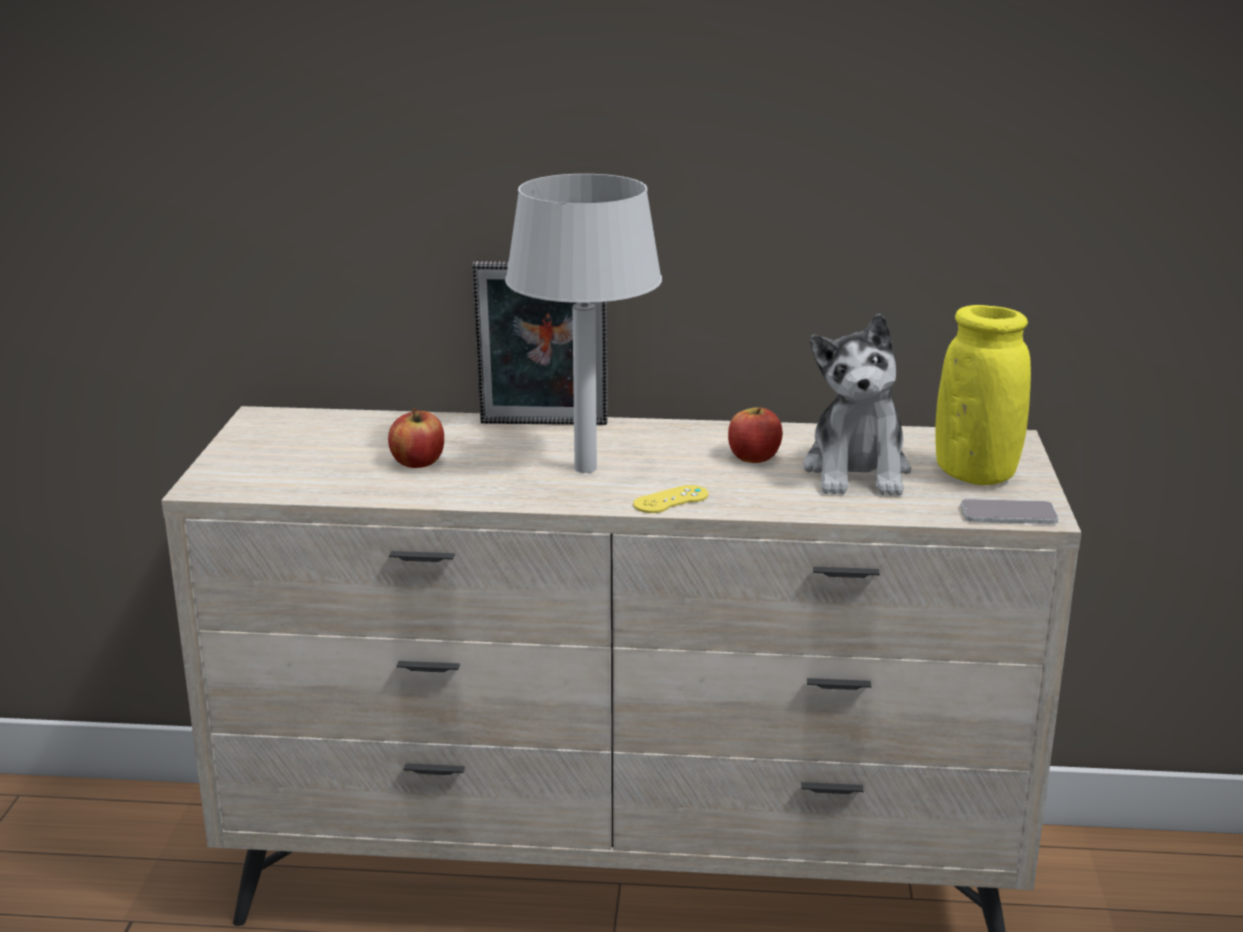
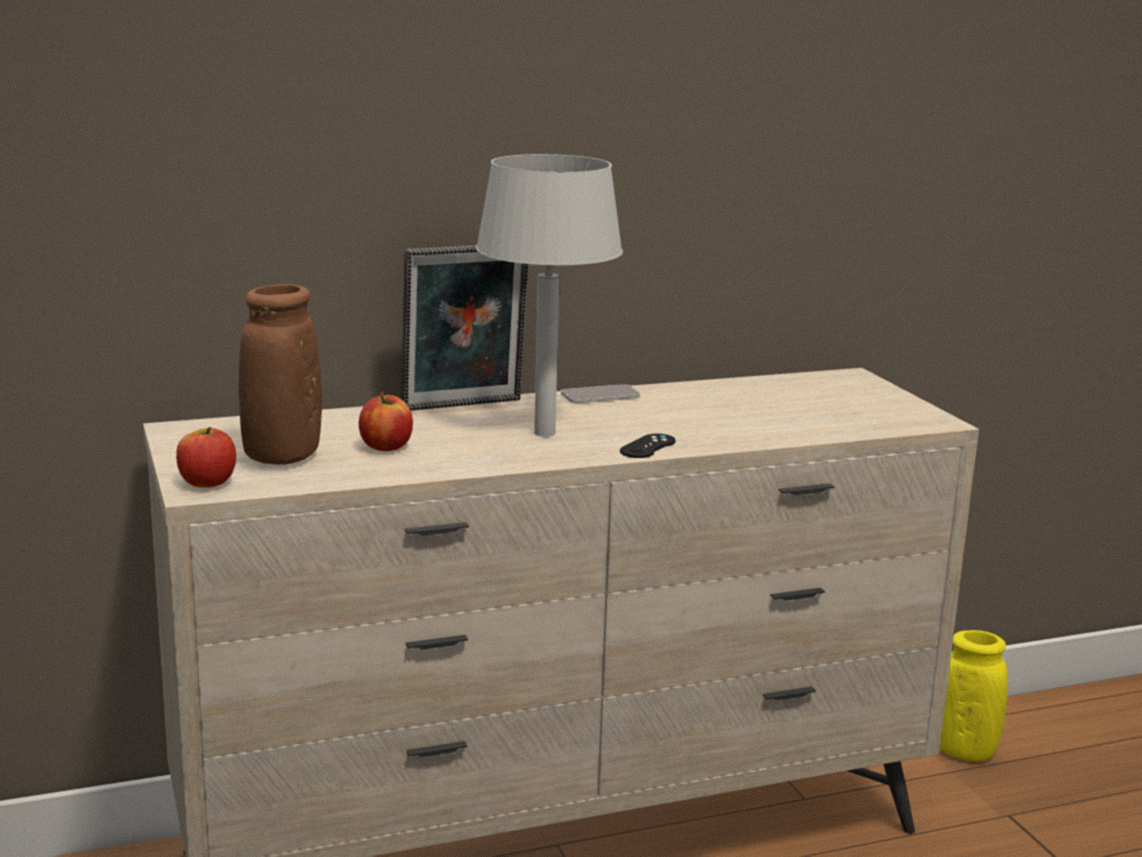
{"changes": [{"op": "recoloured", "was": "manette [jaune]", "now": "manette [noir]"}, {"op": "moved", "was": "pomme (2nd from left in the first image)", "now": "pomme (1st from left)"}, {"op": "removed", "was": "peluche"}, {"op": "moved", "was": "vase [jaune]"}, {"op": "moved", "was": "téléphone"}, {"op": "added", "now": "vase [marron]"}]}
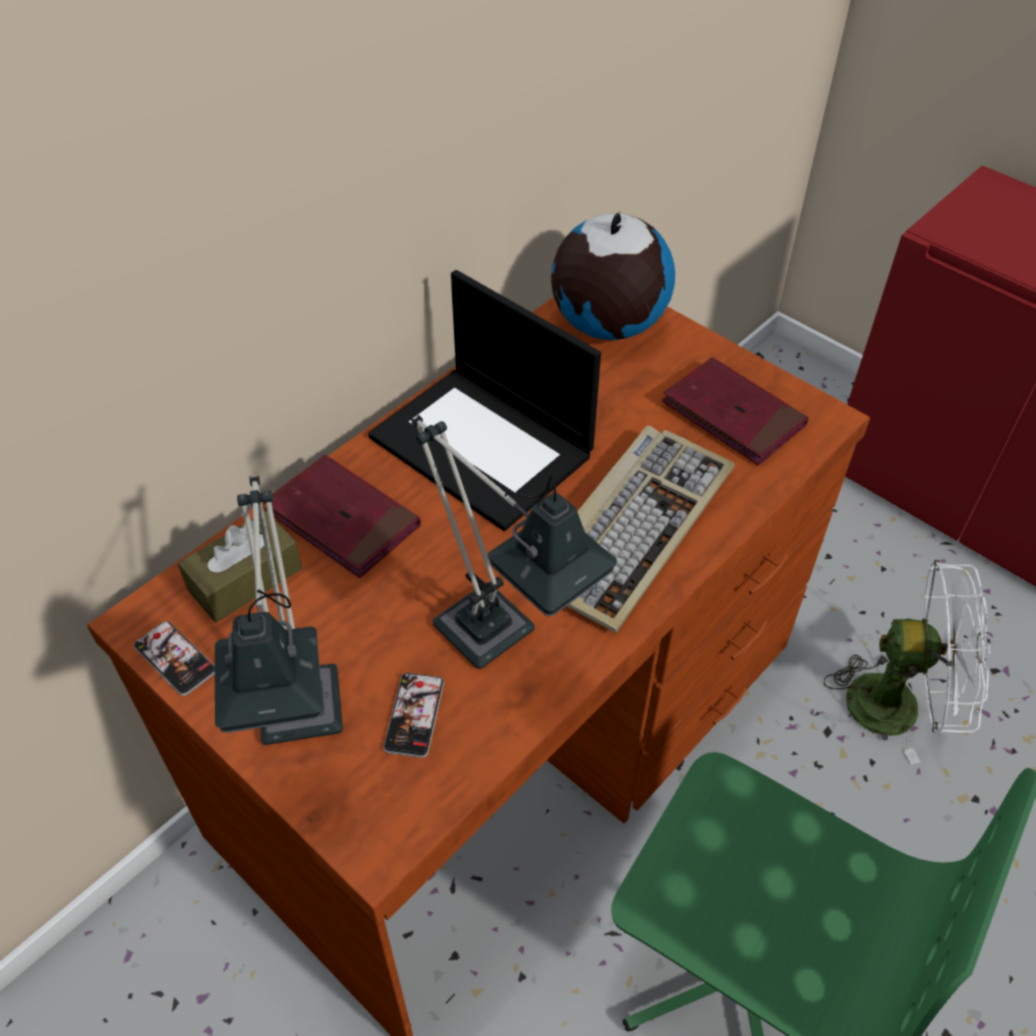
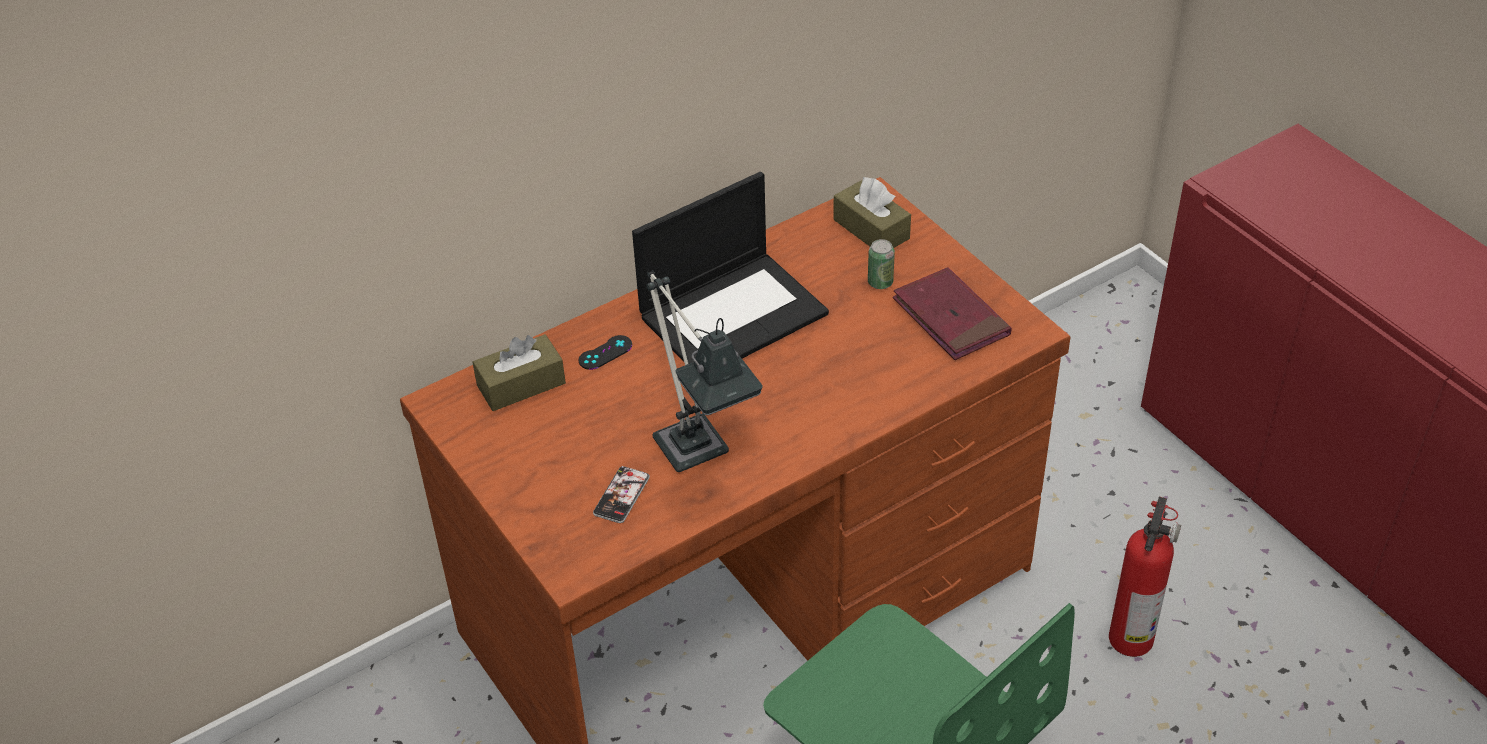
{"changes": [{"op": "removed", "was": "téléphone (1st from left)"}, {"op": "removed", "was": "lampe de table (1st from left)"}, {"op": "replaced", "was": "livre [rouge] (1st from left)", "now": "manette [noir]"}, {"op": "turned", "was": "ordinateur portable", "clockwise": -90}, {"op": "replaced", "was": "globe", "now": "boîte à mouchoirs [marron] (2nd from left)"}, {"op": "removed", "was": "clavier"}, {"op": "replaced", "was": "ventilateur [blanc]", "now": "extincteur"}, {"op": "added", "now": "boîte métallique"}]}
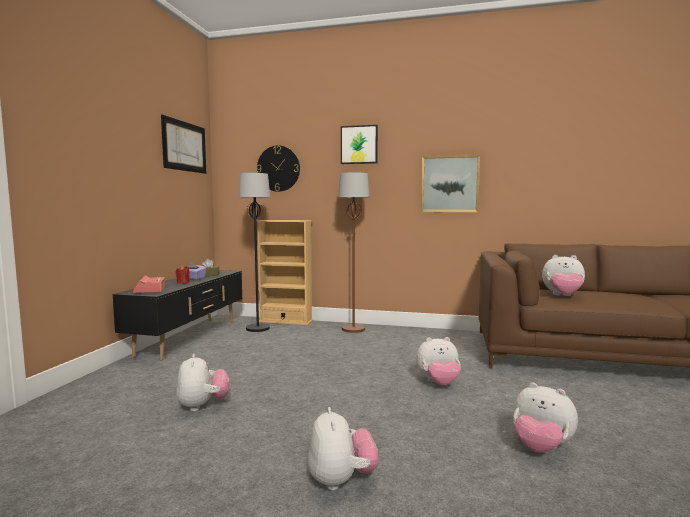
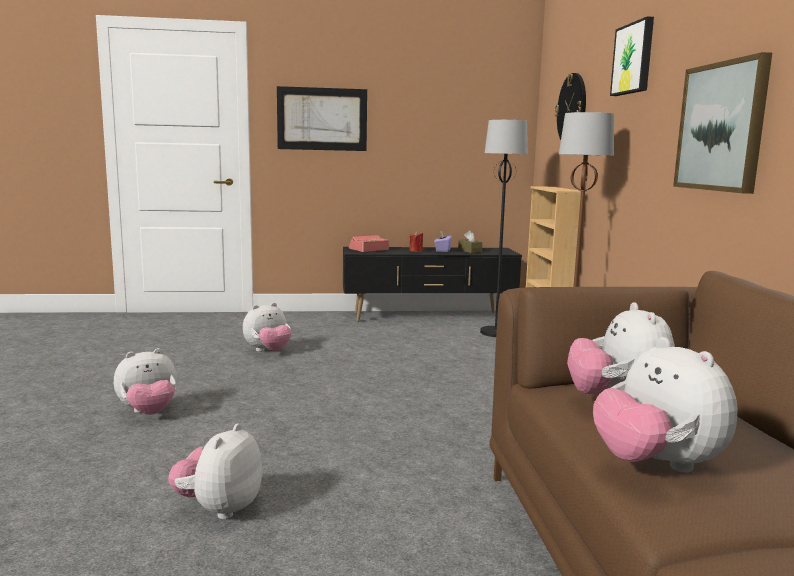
{"changes": [{"op": "moved", "was": "tableau (1st from left)"}, {"op": "moved", "was": "peluche (3rd from left in the first image)", "now": "peluche (5th from left)"}]}
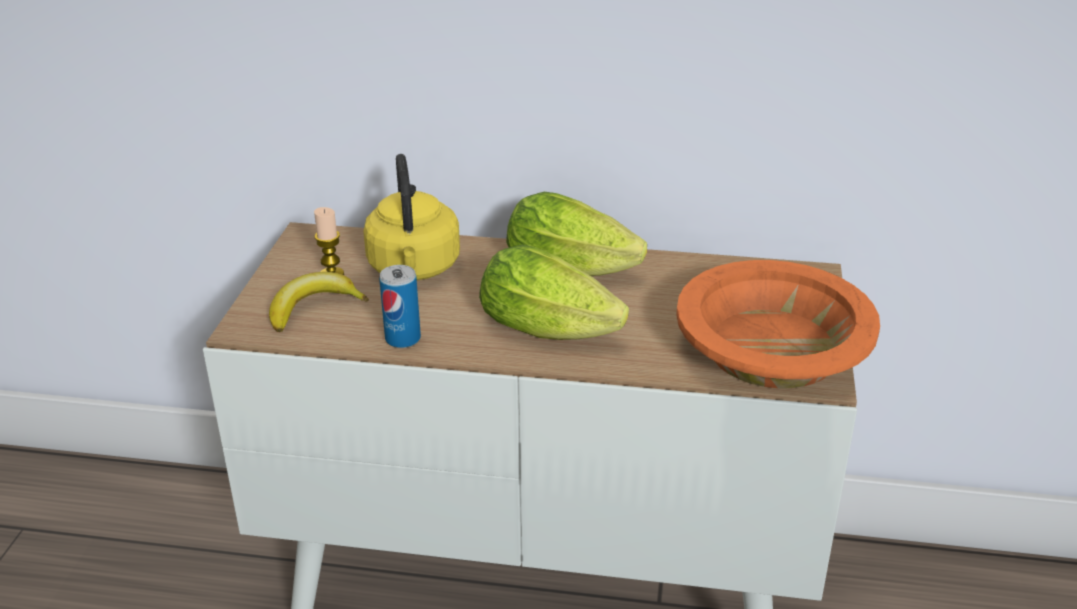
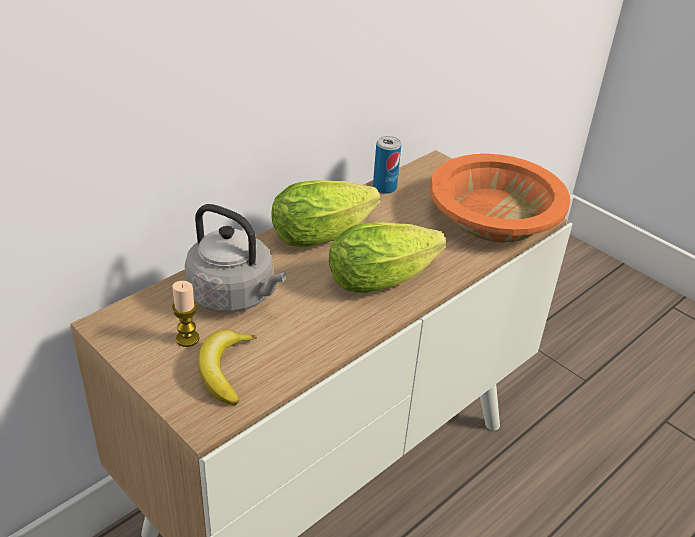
{"changes": [{"op": "recoloured", "was": "bouilloire [jaune]", "now": "bouilloire [gris]"}, {"op": "moved", "was": "boîte métallique"}]}
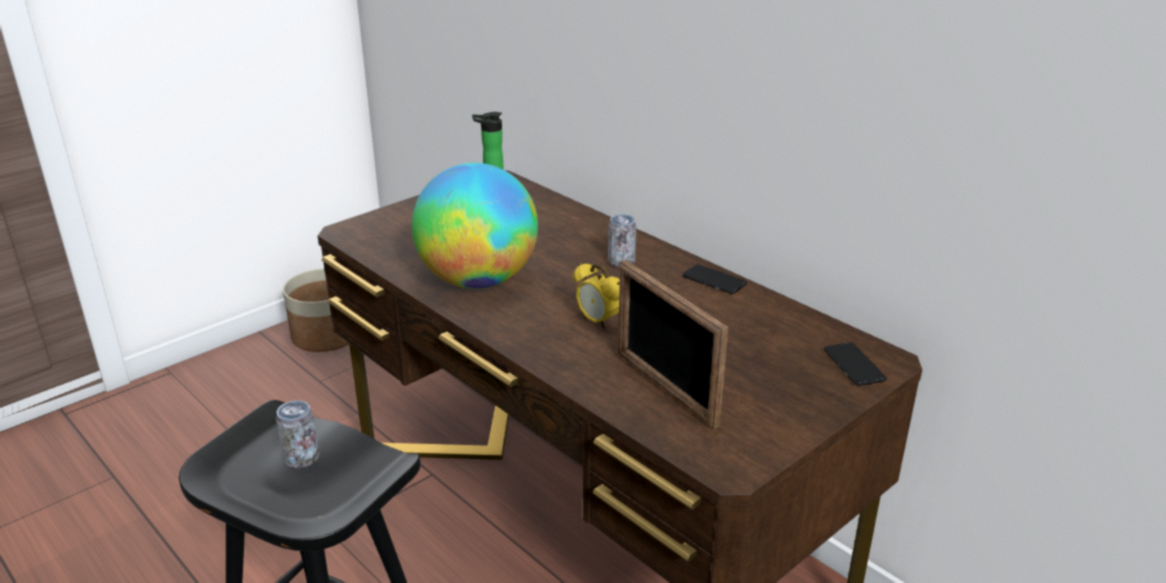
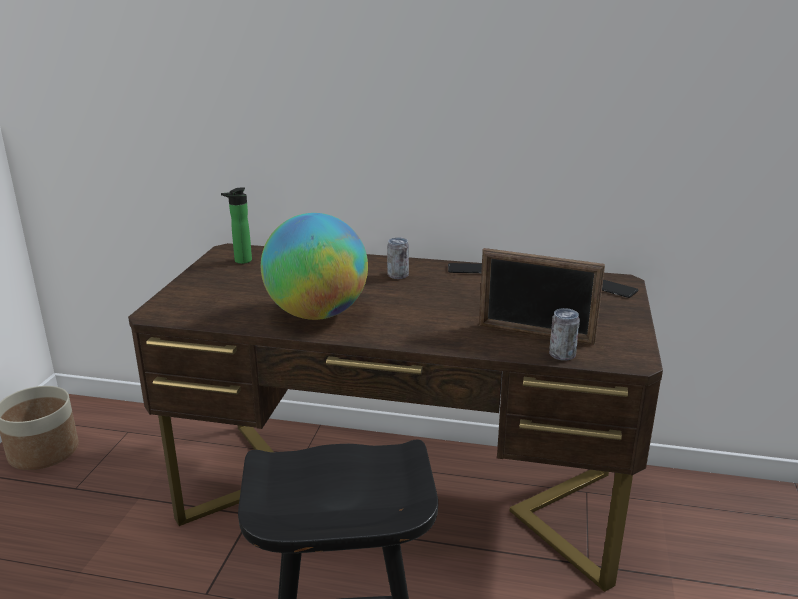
{"changes": [{"op": "moved", "was": "boîte métallique (1st from left in the first image)", "now": "boîte métallique (2nd from left)"}, {"op": "removed", "was": "réveil"}]}
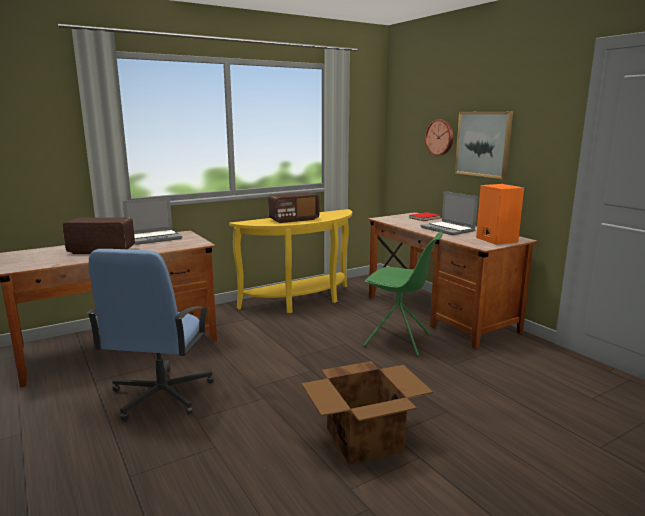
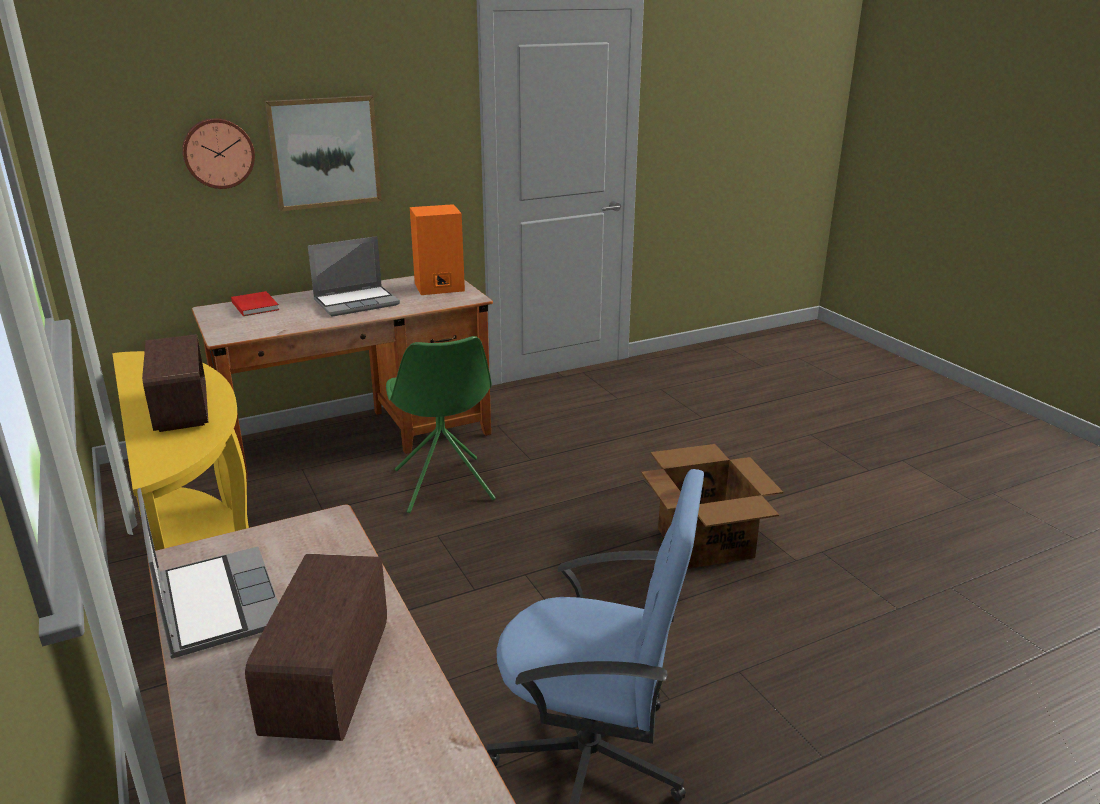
{"changes": [{"op": "turned", "was": "chaise [vert]", "clockwise": 135}]}
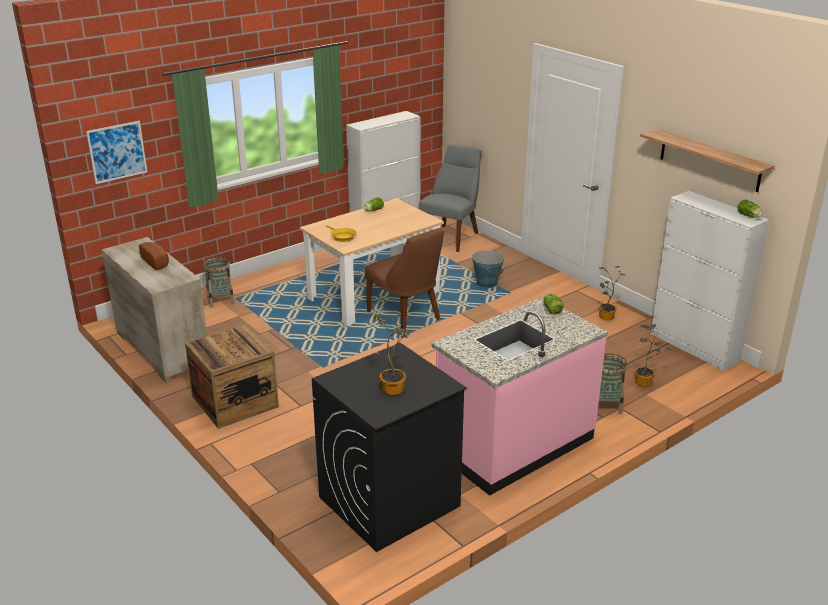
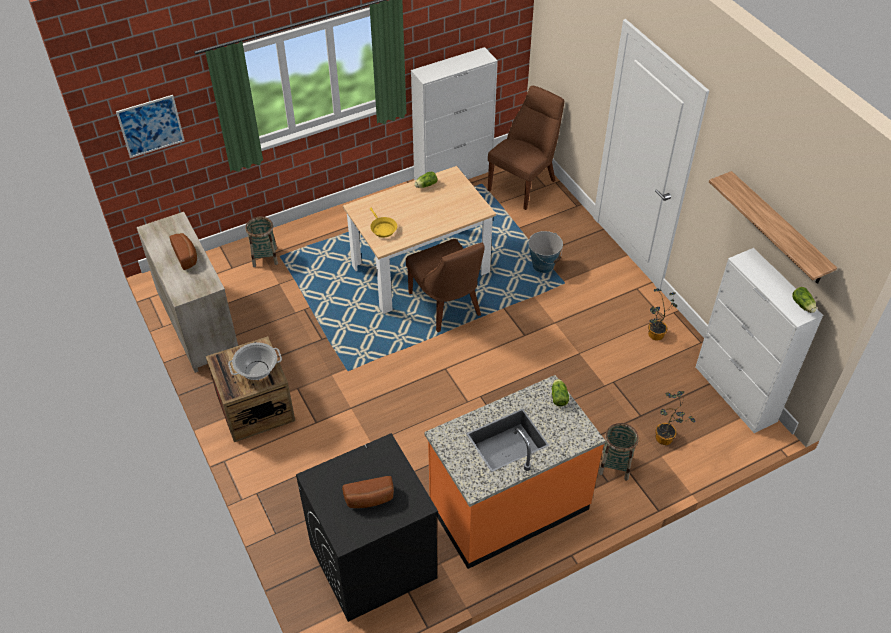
{"changes": [{"op": "replaced", "was": "plante en pot (1st from left)", "now": "pain (2nd from left)"}, {"op": "recoloured", "was": "chaise [gris]", "now": "chaise [marron] (2nd from left)"}, {"op": "recoloured", "was": "comptoir de cuisine [rose]", "now": "comptoir de cuisine [orange]"}, {"op": "added", "now": "marmite"}]}
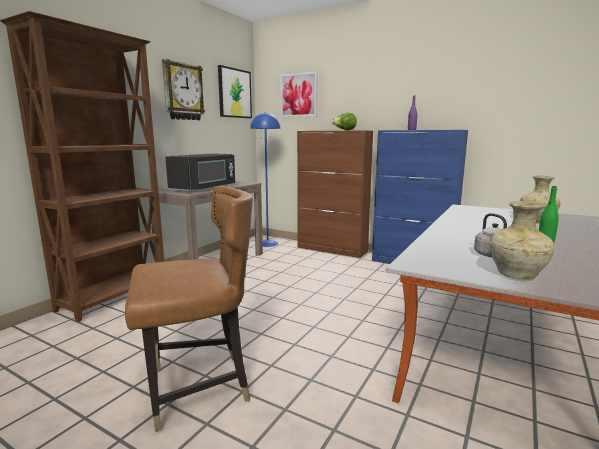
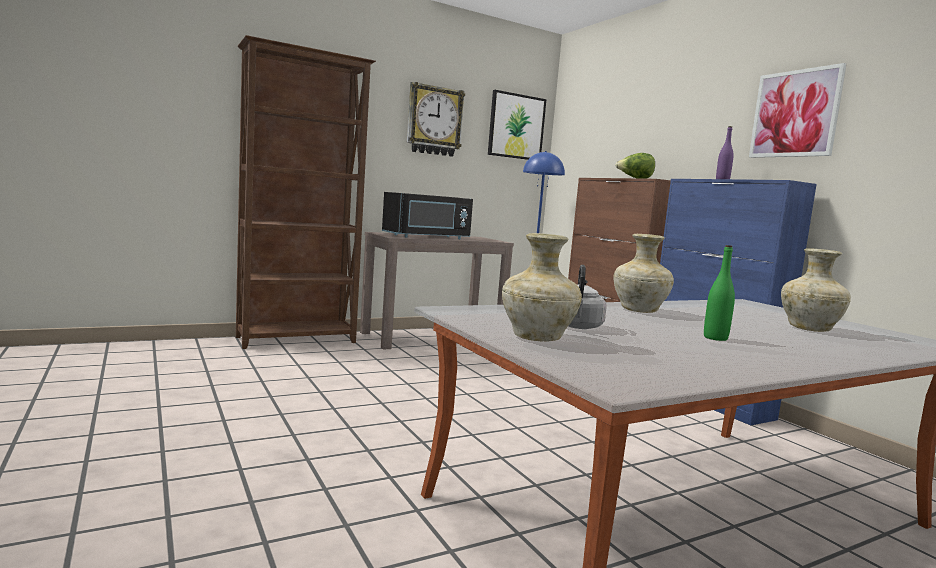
{"changes": [{"op": "removed", "was": "chaise [marron]"}, {"op": "moved", "was": "tableau (2nd from left)"}, {"op": "added", "now": "vase [beige] (2nd from left)"}]}
